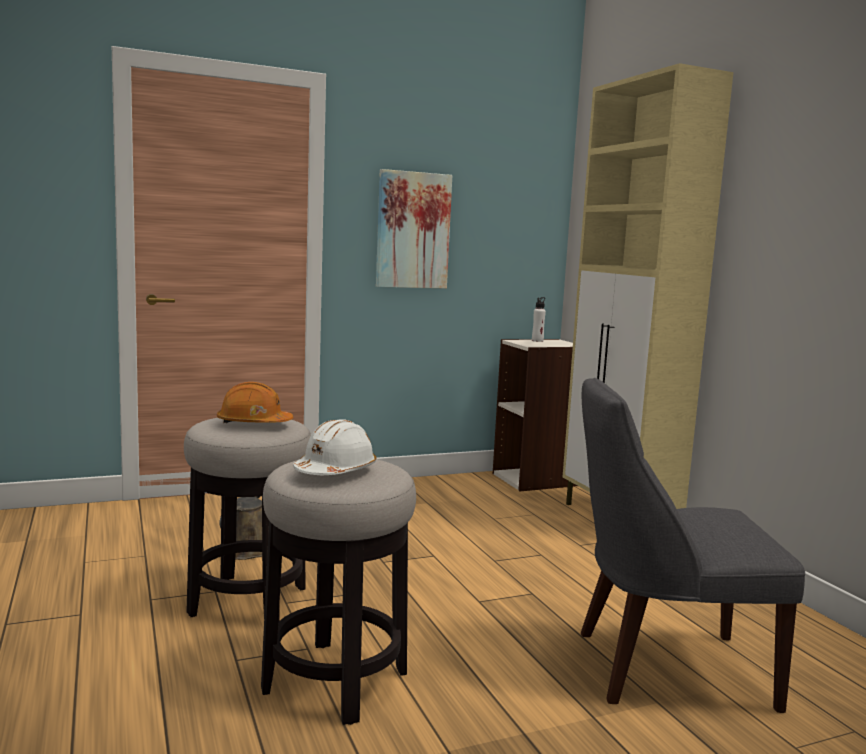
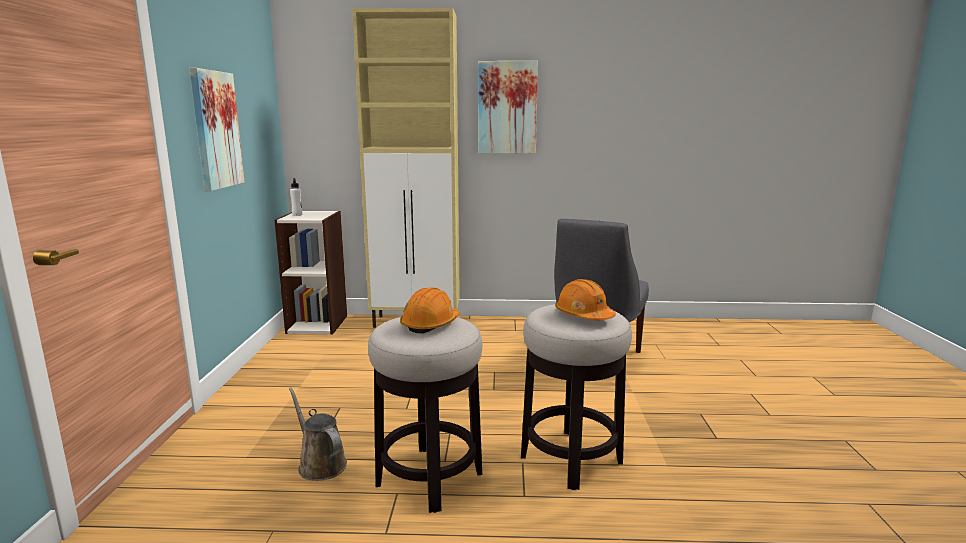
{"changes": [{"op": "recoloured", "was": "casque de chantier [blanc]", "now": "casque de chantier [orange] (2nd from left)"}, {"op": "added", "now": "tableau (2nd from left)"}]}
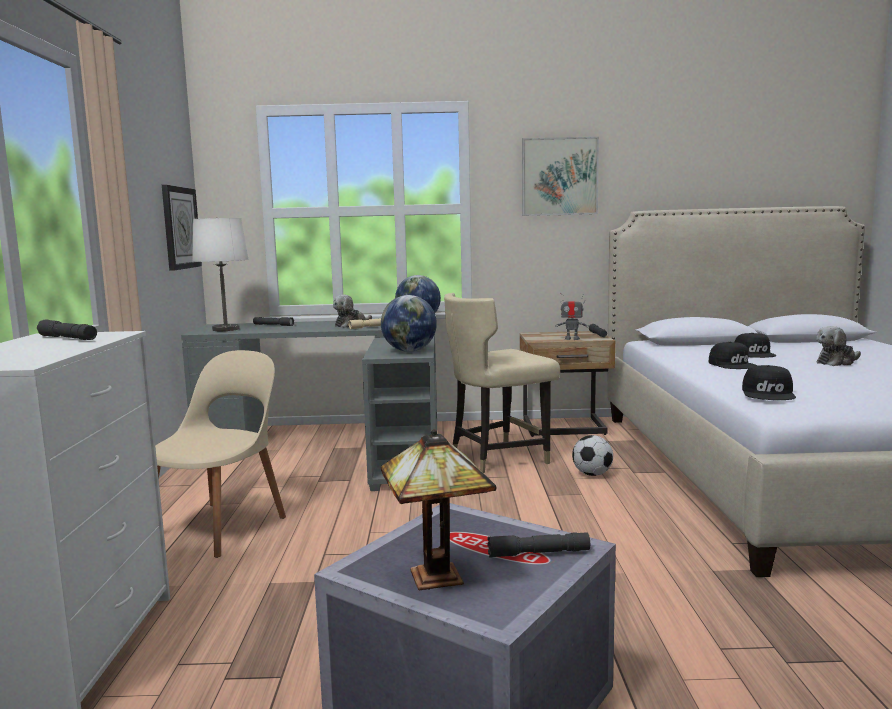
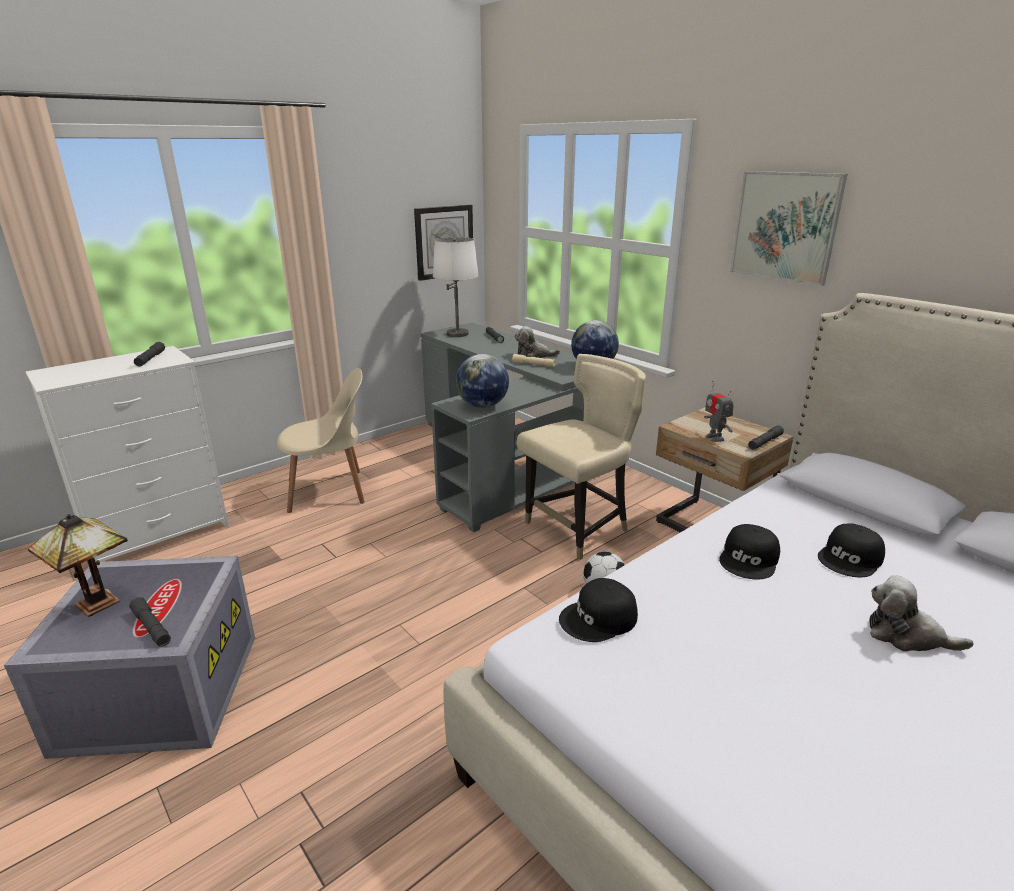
{"changes": [{"op": "turned", "was": "chaise [beige] (2nd from left)", "clockwise": 120}]}
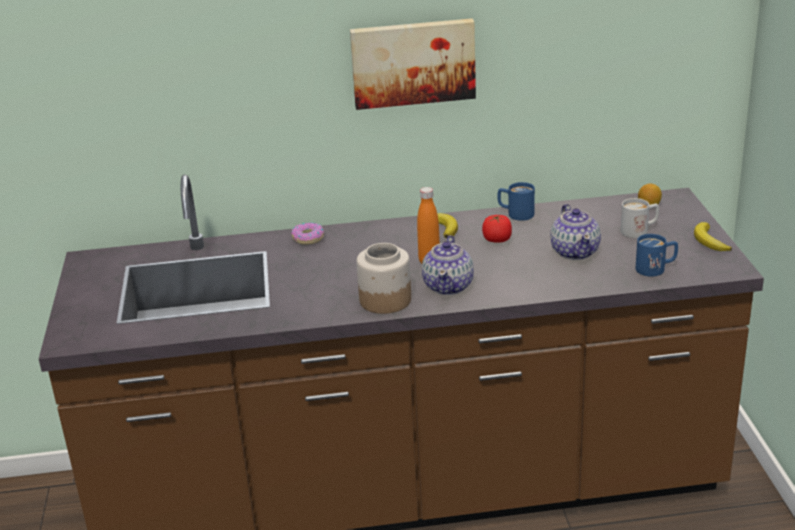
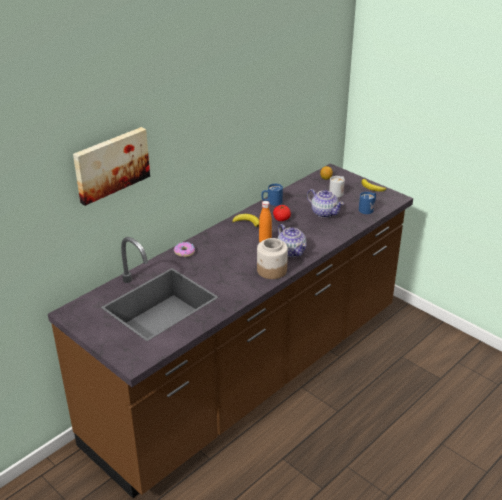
{"changes": [{"op": "moved", "was": "tableau"}]}
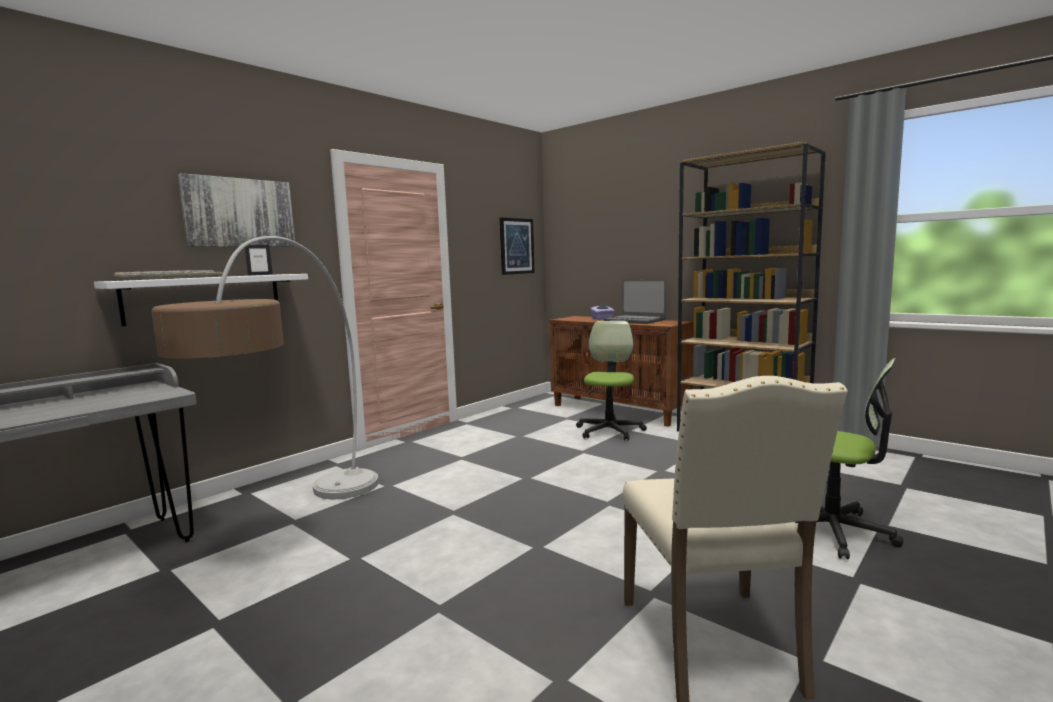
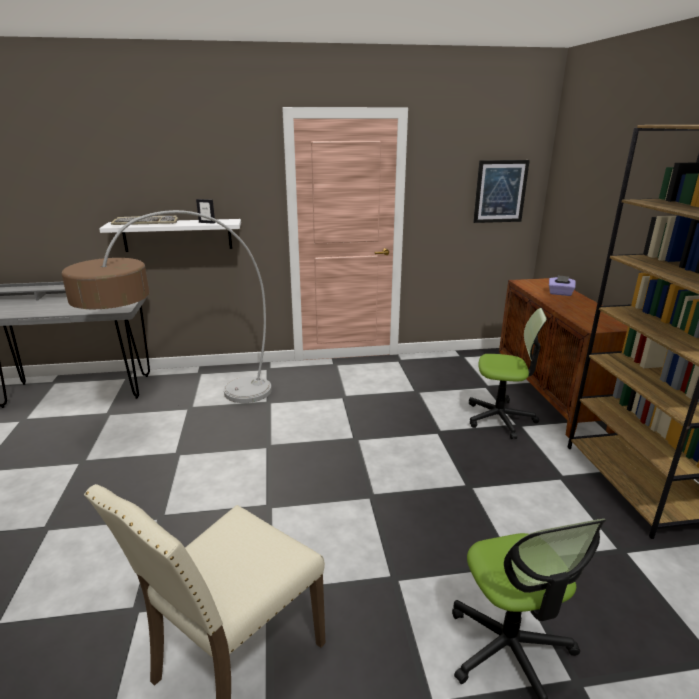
{"changes": [{"op": "removed", "was": "tableau (1st from left)"}, {"op": "turned", "was": "chaise de bureau (1st from left)", "clockwise": 45}, {"op": "removed", "was": "ordinateur portable"}]}
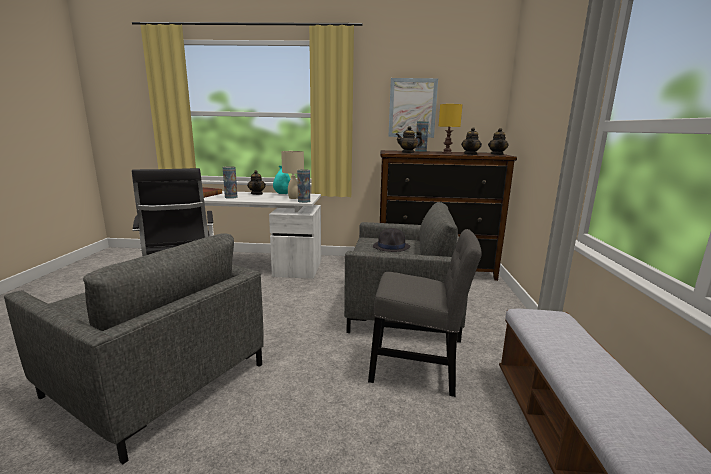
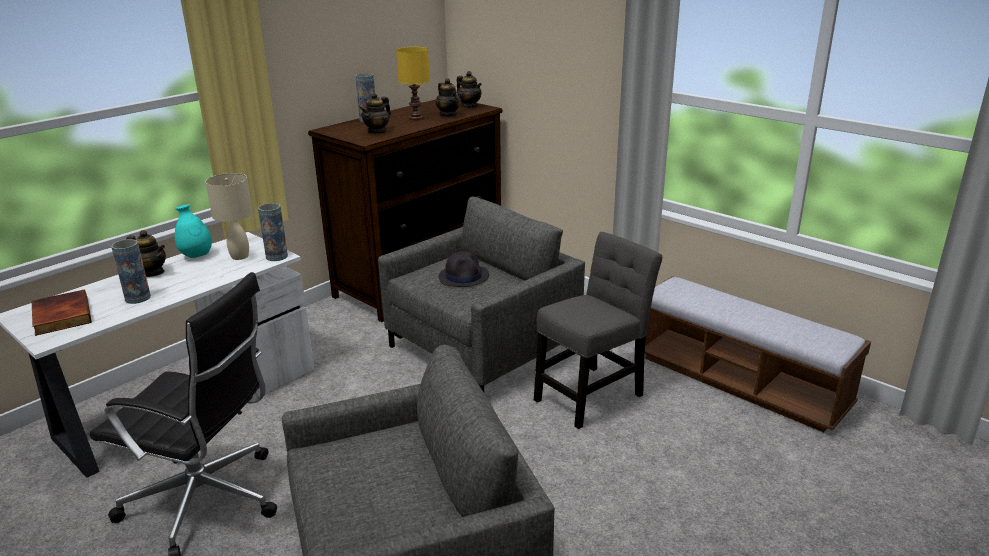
{"changes": [{"op": "removed", "was": "tableau"}]}
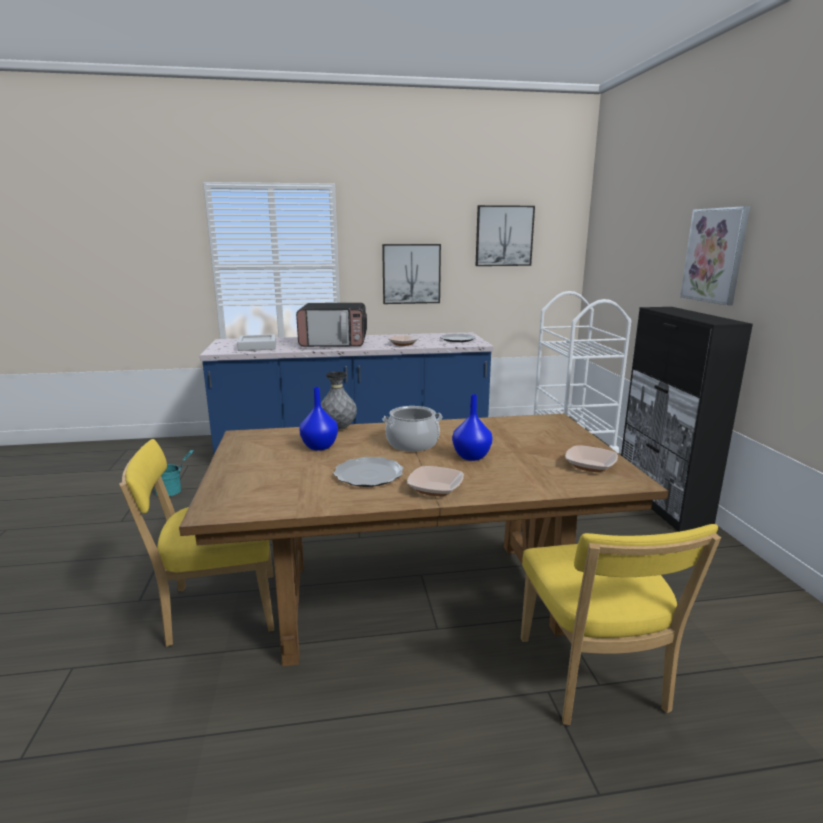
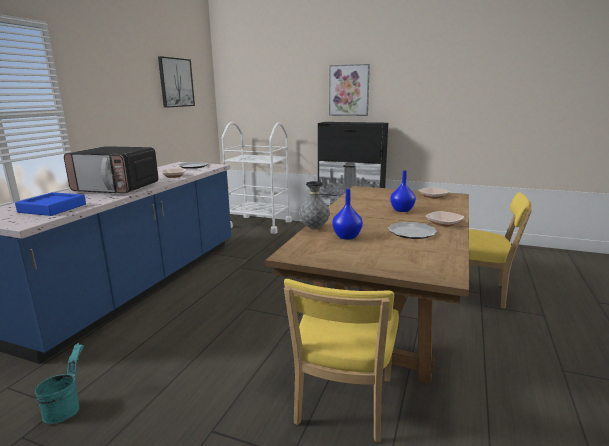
{"changes": [{"op": "recoloured", "was": "plateau [gris]", "now": "plateau [bleu]"}, {"op": "turned", "was": "micro-ondes", "clockwise": 75}, {"op": "removed", "was": "tableau (1st from left)"}, {"op": "removed", "was": "marmite"}]}
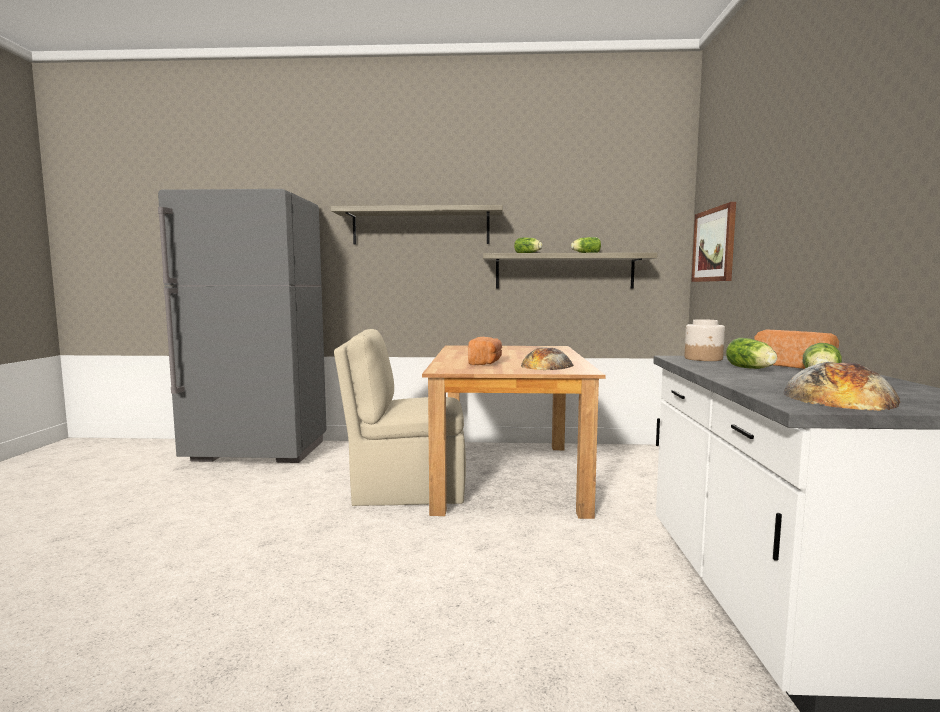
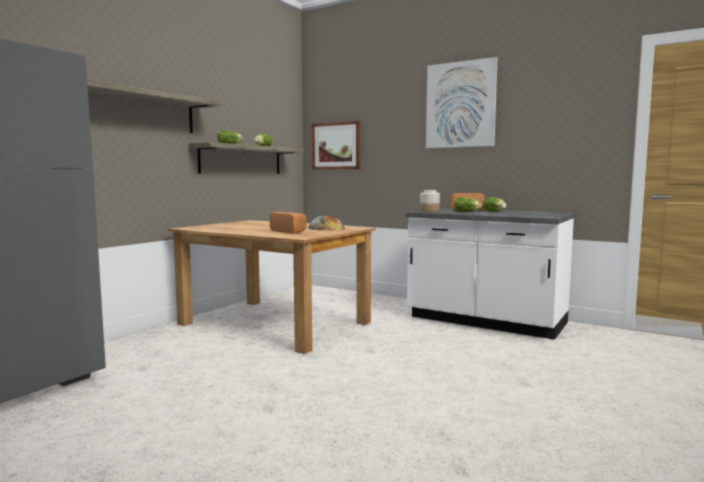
{"changes": [{"op": "removed", "was": "chaise [beige]"}, {"op": "removed", "was": "pain (4th from left)"}, {"op": "added", "now": "tableau (2nd from left)"}]}
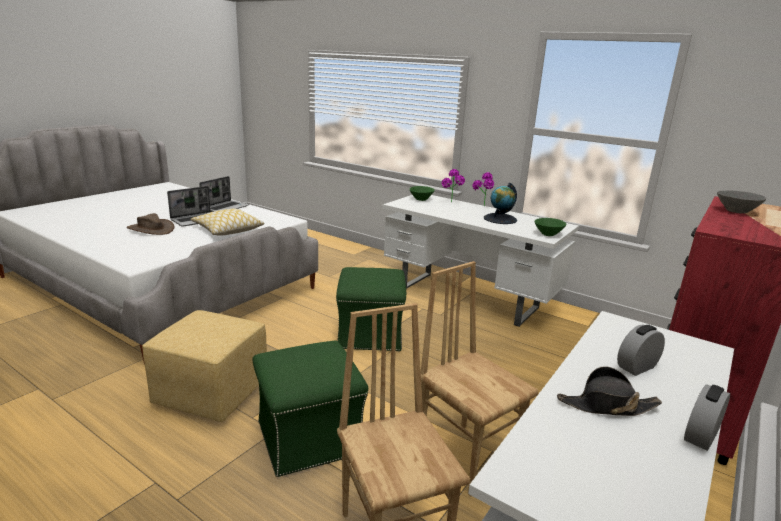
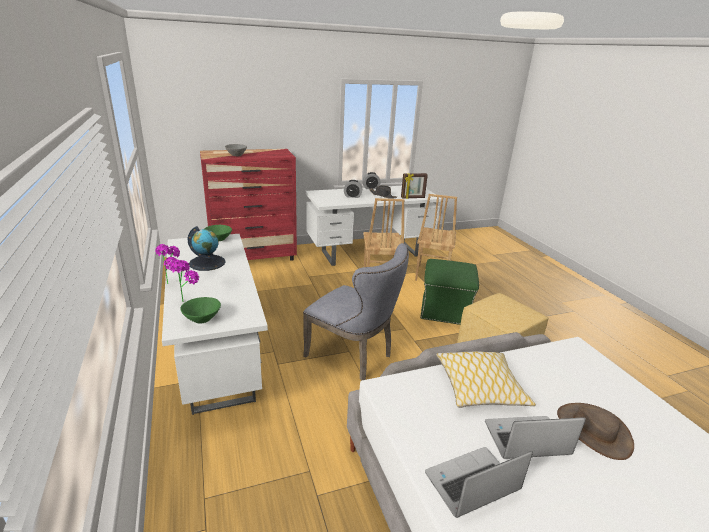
{"changes": [{"op": "replaced", "was": "pouf [vert] (2nd from left)", "now": "chaise [gris]"}, {"op": "added", "now": "cadre photo"}]}
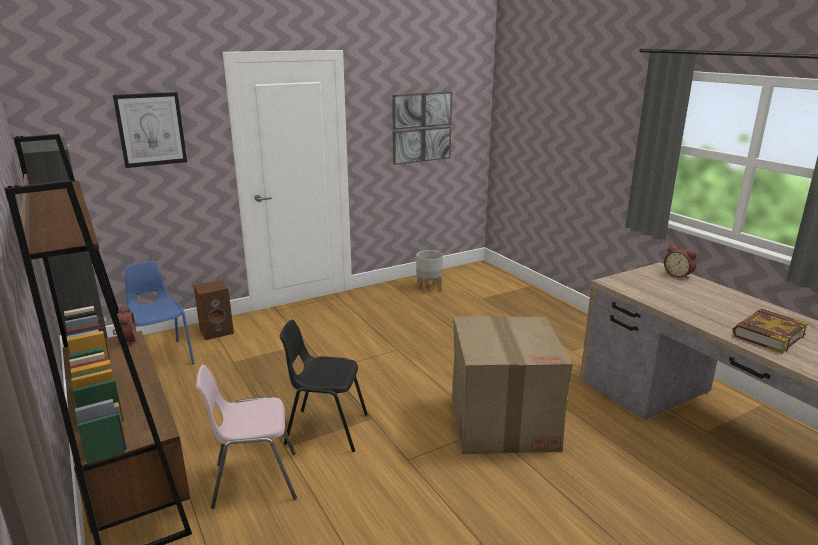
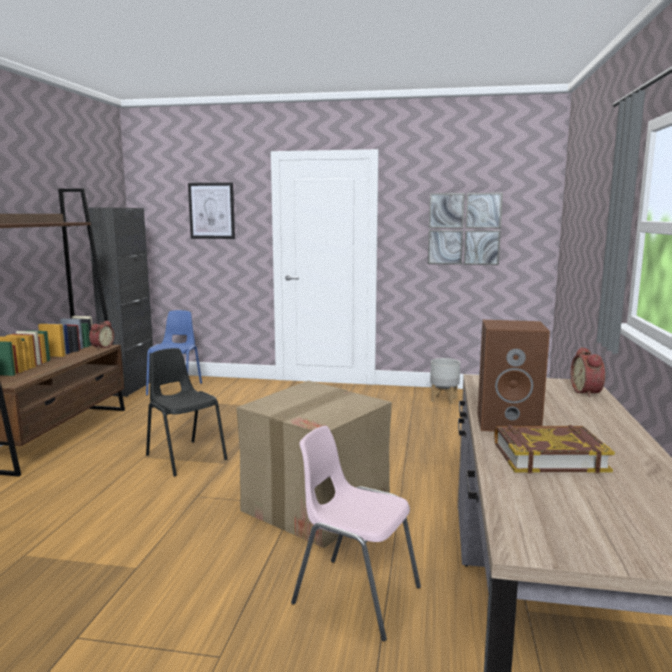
{"changes": [{"op": "moved", "was": "enceinte [marron]"}, {"op": "moved", "was": "chaise [rose]"}]}
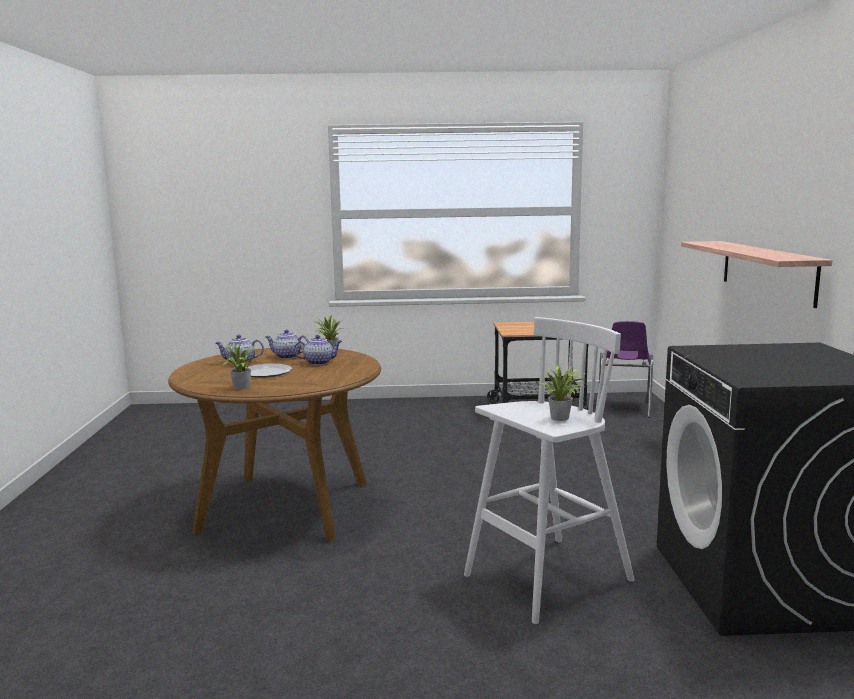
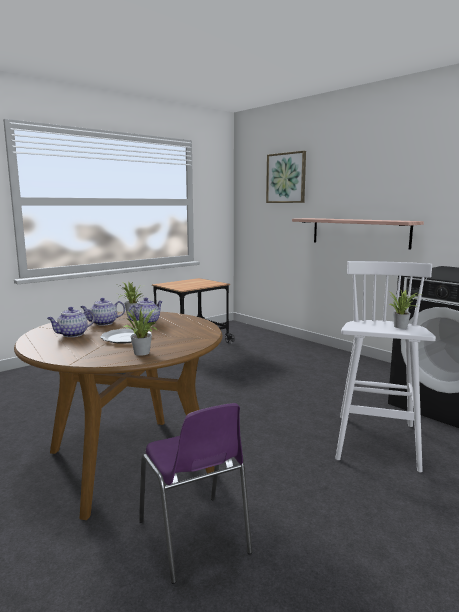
{"changes": [{"op": "moved", "was": "chaise [violet]"}, {"op": "added", "now": "tableau"}]}
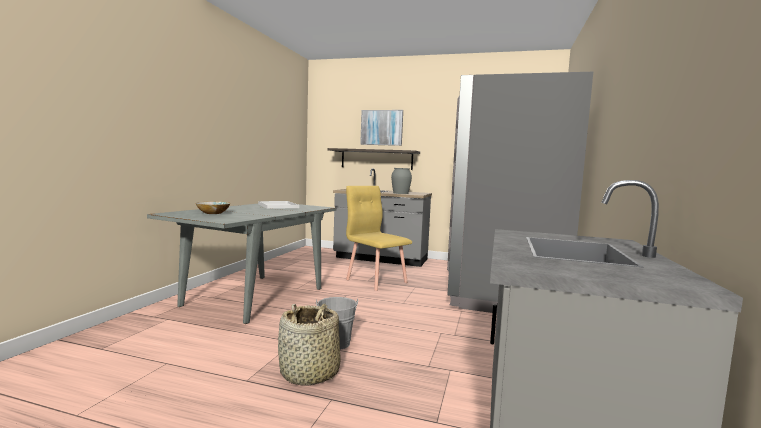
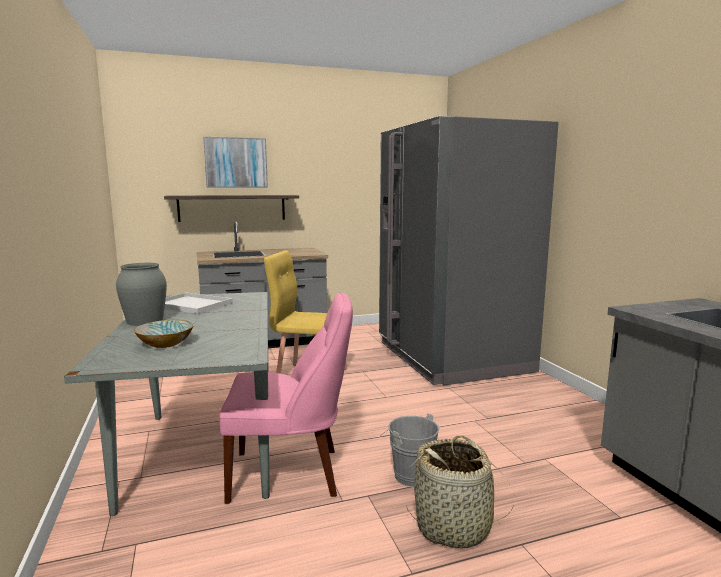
{"changes": [{"op": "moved", "was": "vase [gris]"}, {"op": "added", "now": "chaise [rose]"}]}
